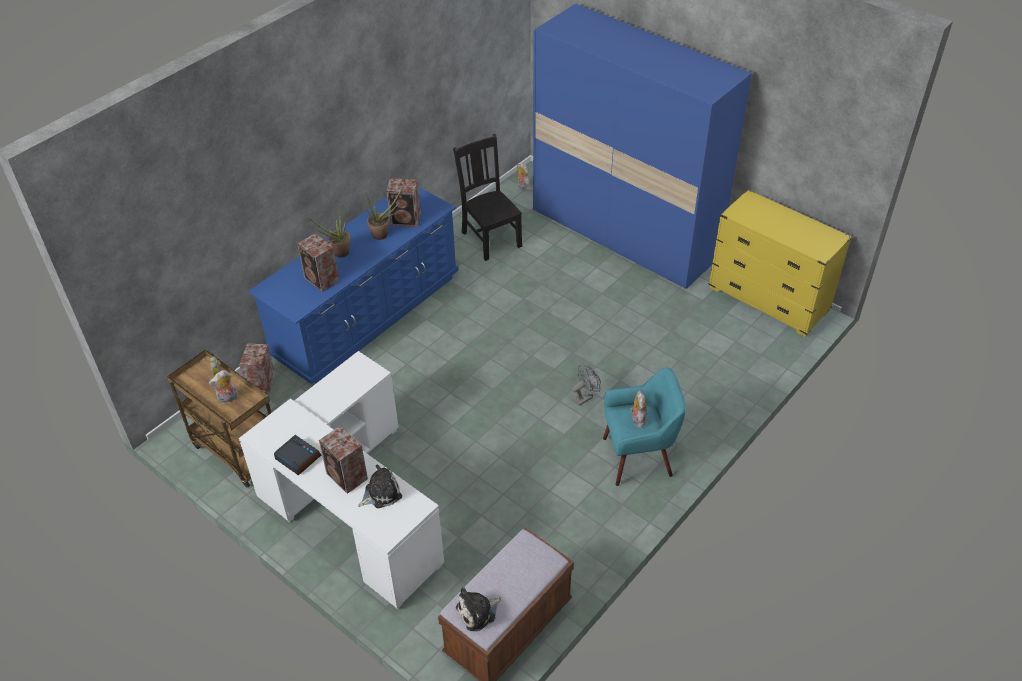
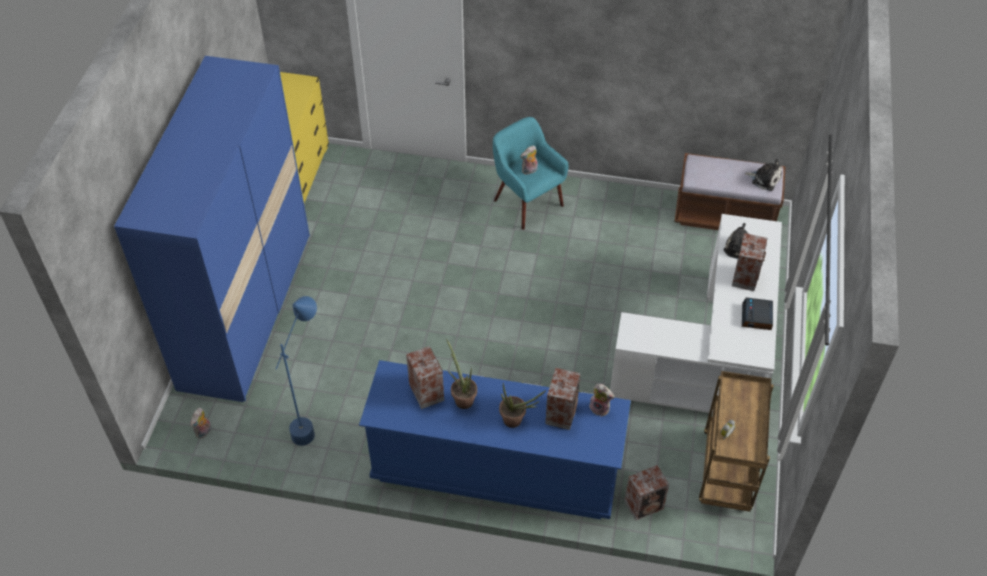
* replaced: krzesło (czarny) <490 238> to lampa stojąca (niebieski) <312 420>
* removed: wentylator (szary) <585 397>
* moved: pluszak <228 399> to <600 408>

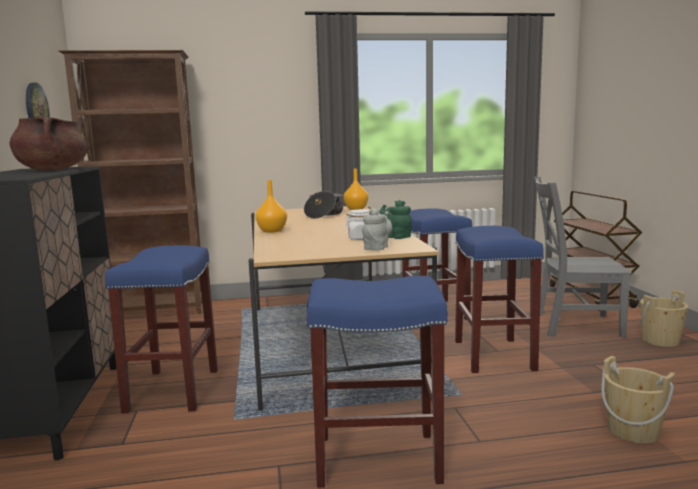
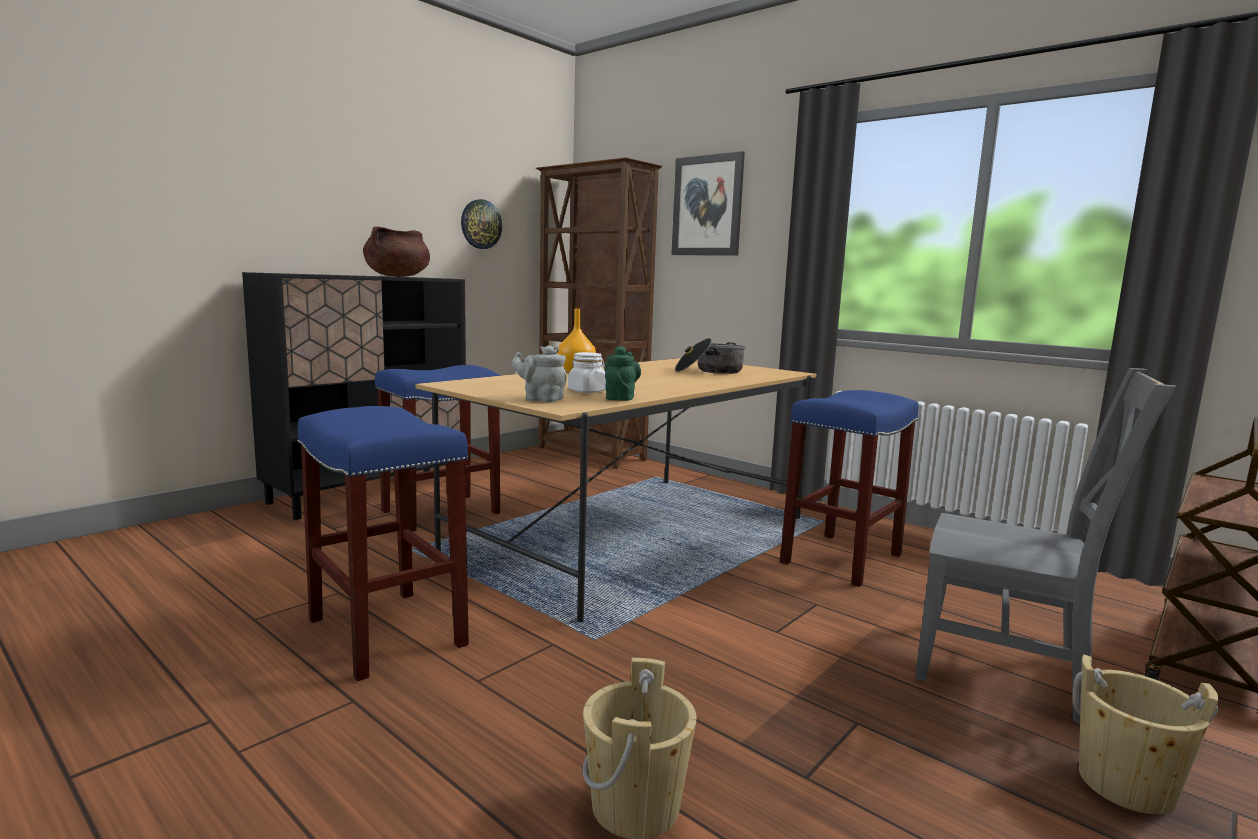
* removed: wazon (pomarańczowy) <355 209>
* turned: krzesło (szary) <573 325> = <1009 671> 150 degrees clockwise
* turned: imbryk (szary) <377 248> = <541 399> 150 degrees counterclockwise
* removed: stołek (niebieski) <494 355>
* added: obraz <707 206>

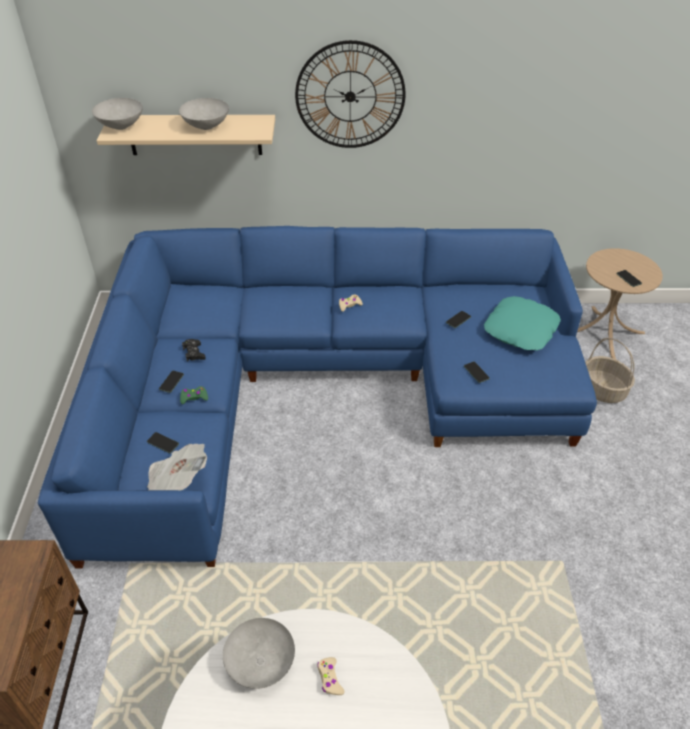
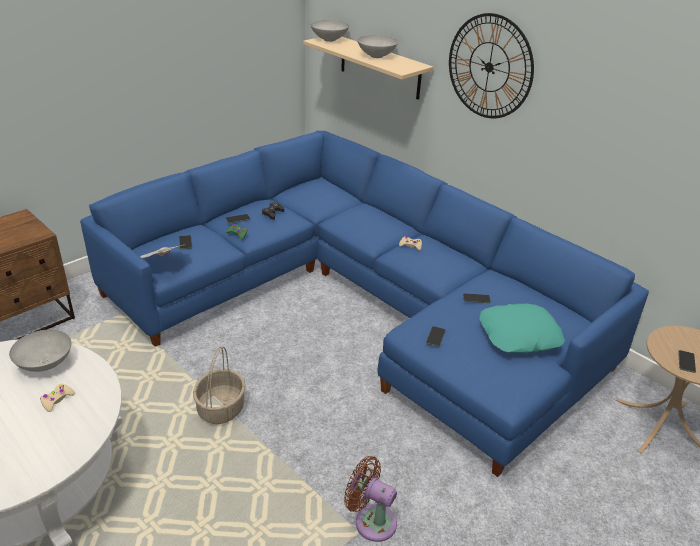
* moved: koszyk <602 390> to <220 408>
* added: wentylator (brązowy) <371 520>

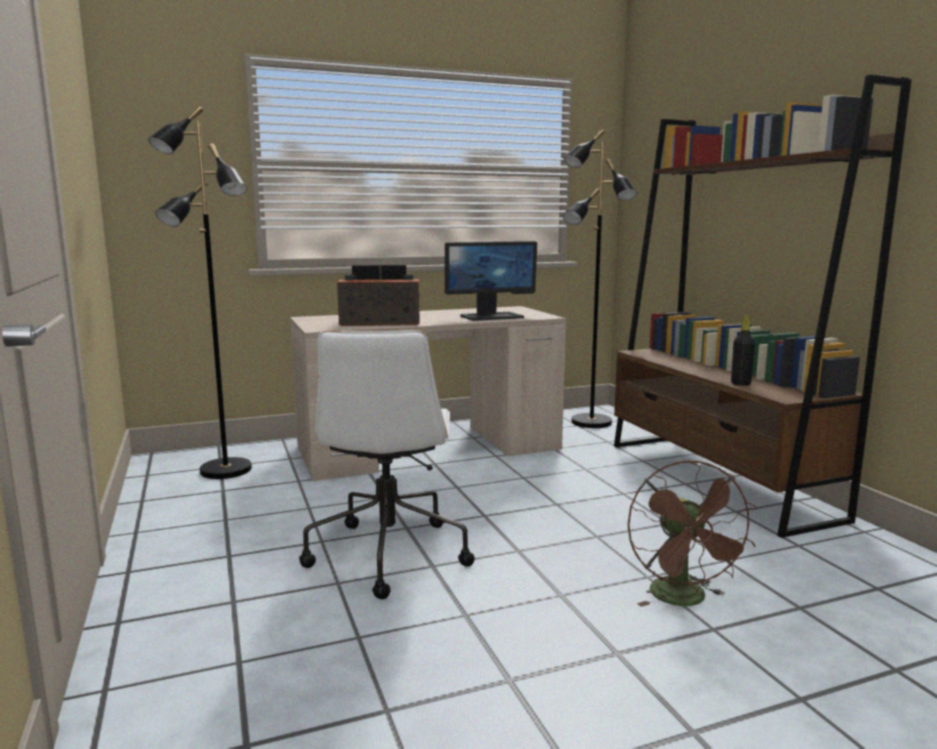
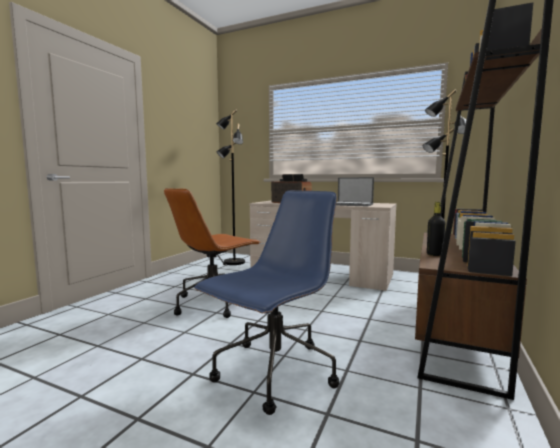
* replaced: monitor <491 316> to laptop <352 204>
* recoloured: krzesło biurowe (biały) <388 553> to krzesło biurowe (brązowy) <214 303>
* replaced: wentylator (brązowy) <684 600> to krzesło biurowe (niebieski) <274 373>

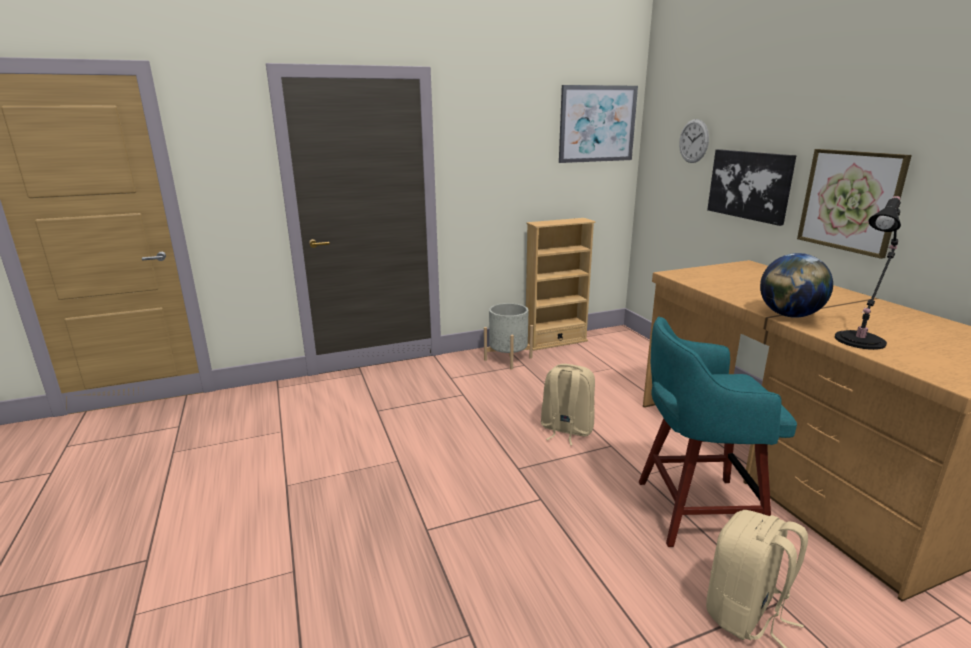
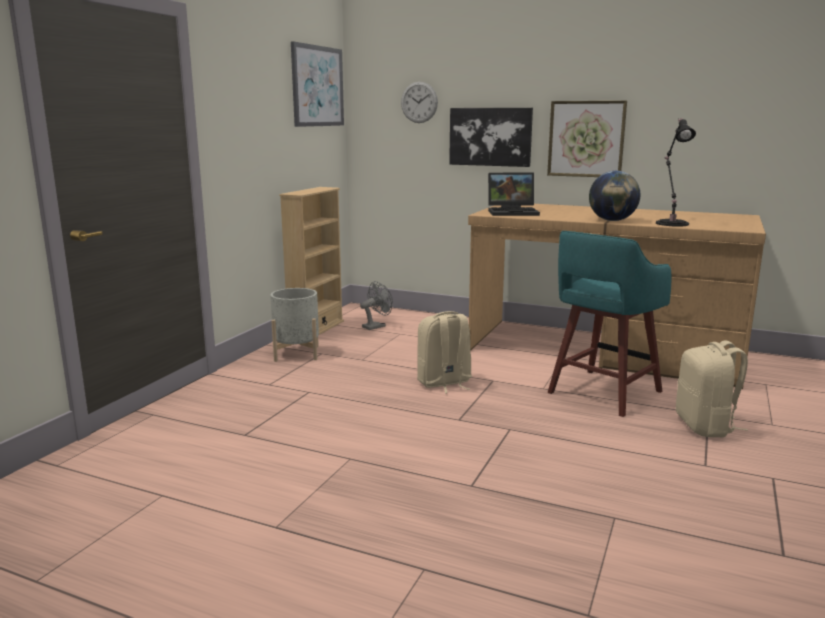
* added: laptop <513 212>
* added: wentylator (szary) <376 326>

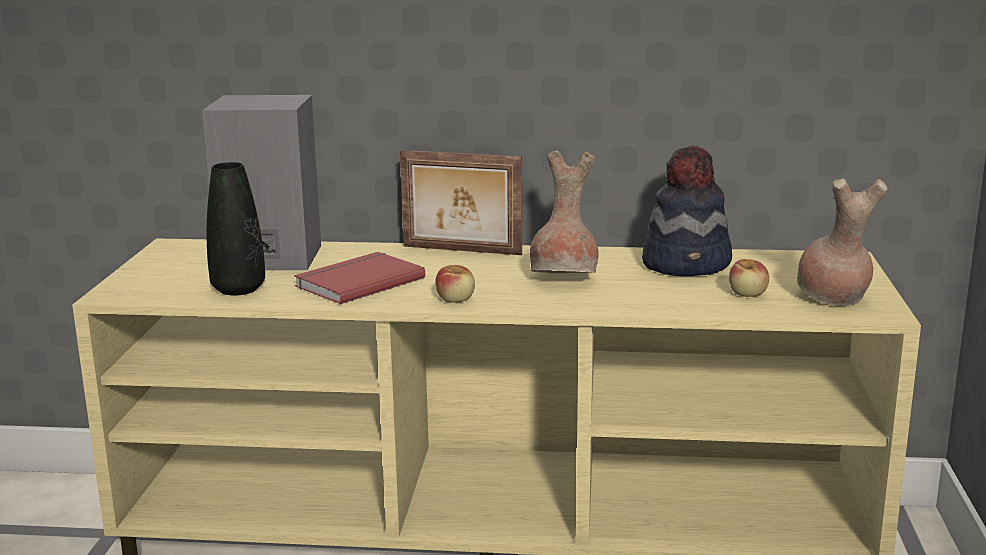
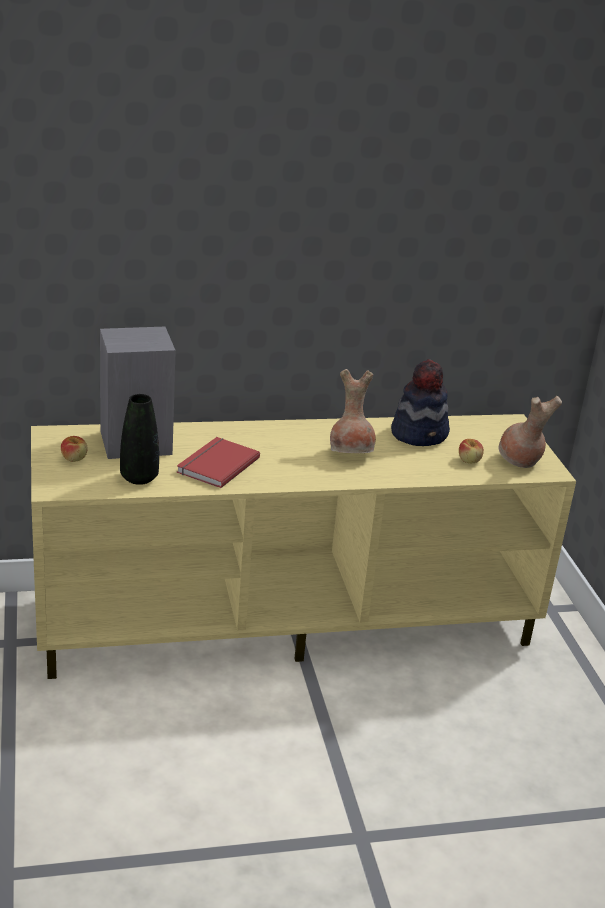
* removed: ramka na zdjęcie <461 251>
* moved: jabłko <456 299> to <74 458>

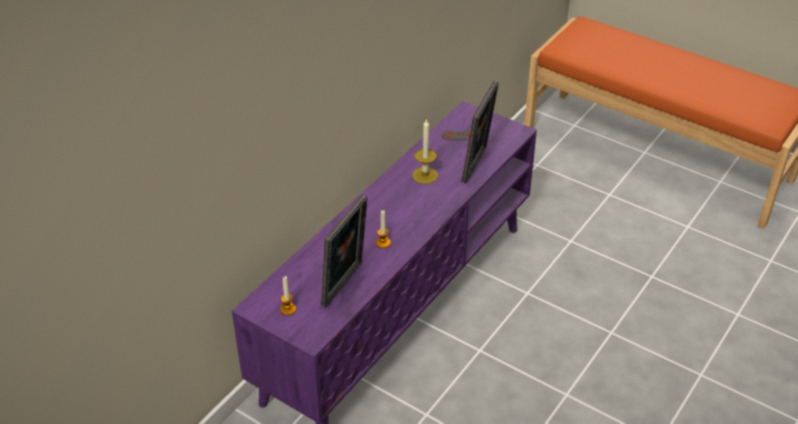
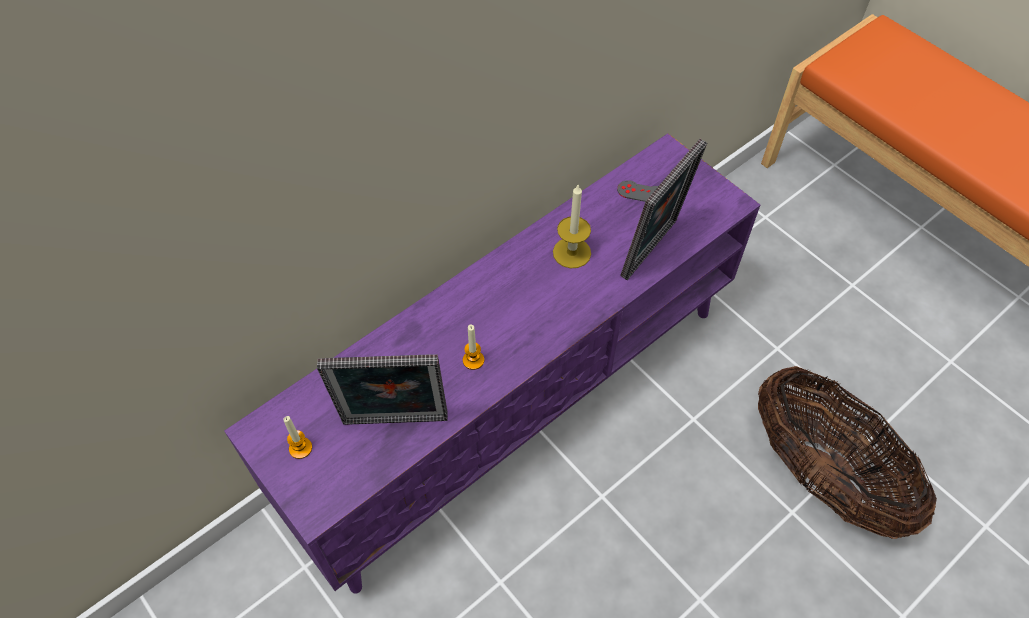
* turned: ramka na zdjęcie <345 285> = <395 425> 45 degrees clockwise
* added: koszyk <823 476>

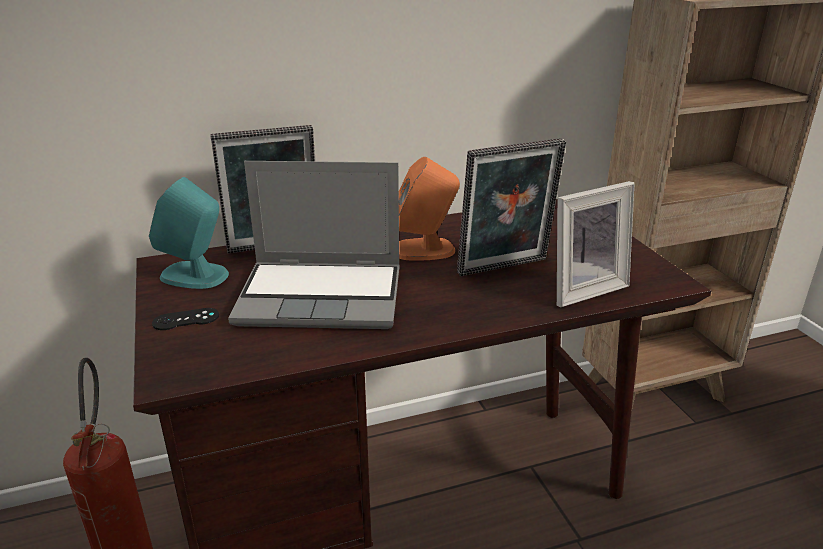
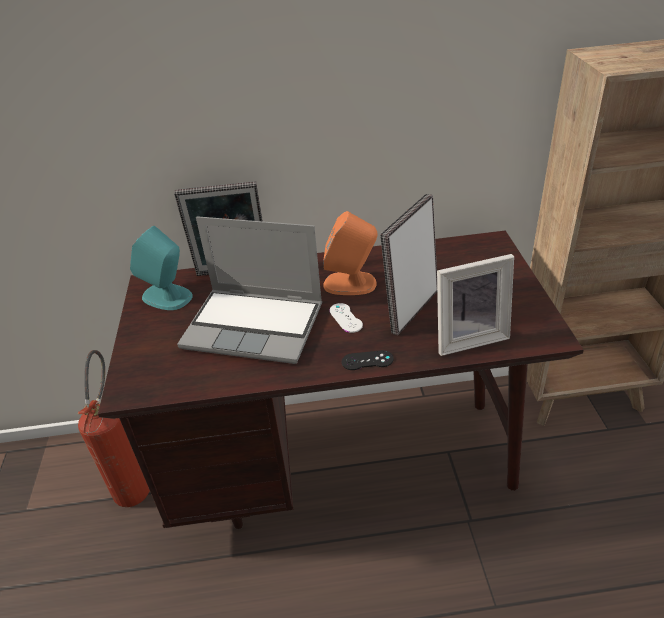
* turned: ramka na zdjęcie <505 268> = <410 309> 135 degrees clockwise
* moved: pad do gier (czarny) <186 319> to <367 360>
* added: pad do gier (biały) <345 318>

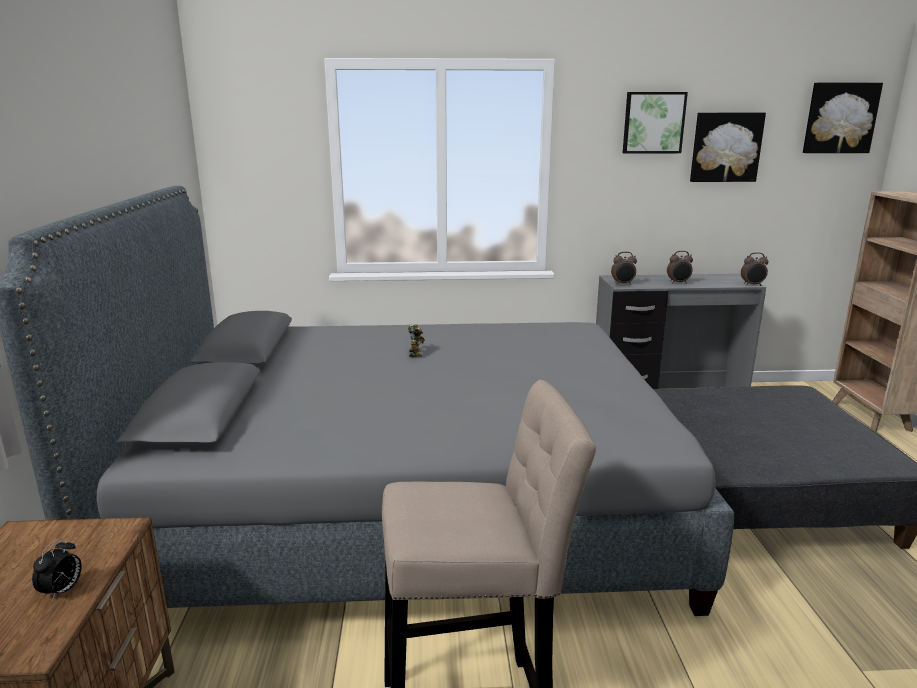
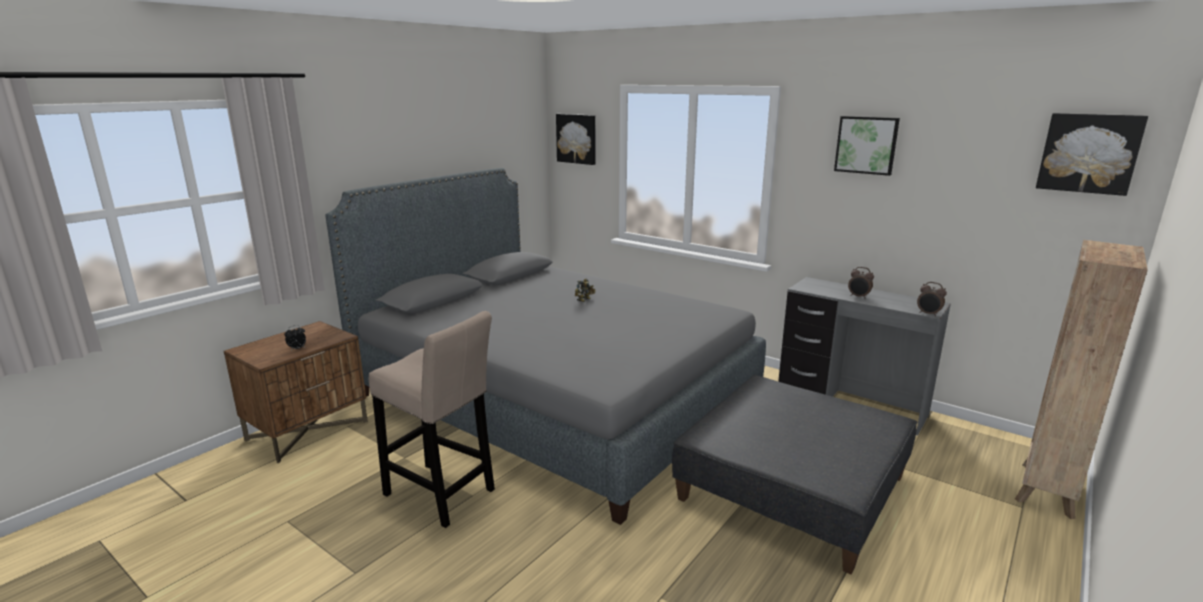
* moved: obraz <725 147> to <577 138>
* removed: budzik <622 284>

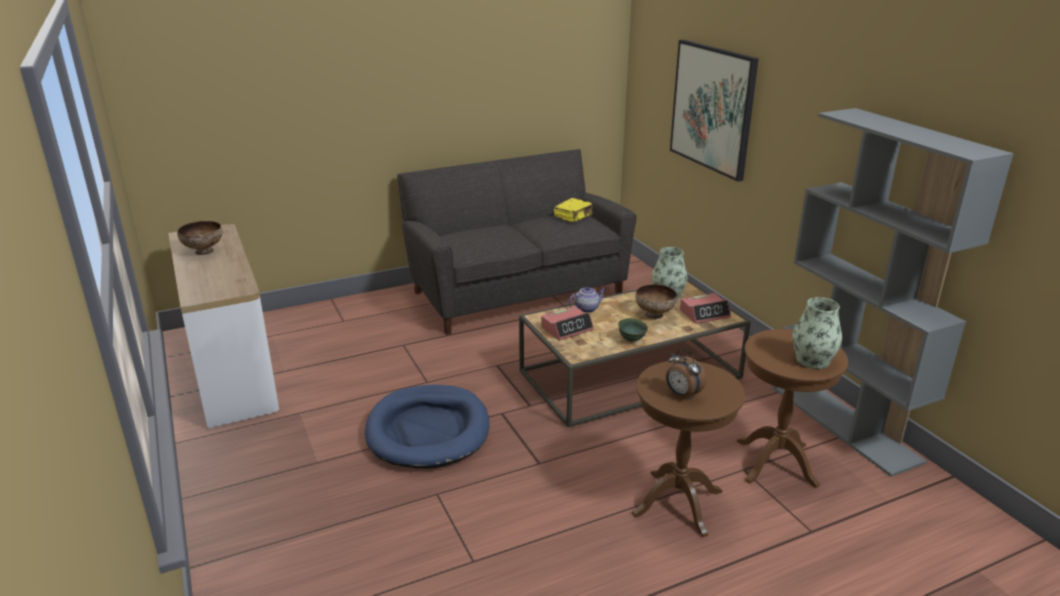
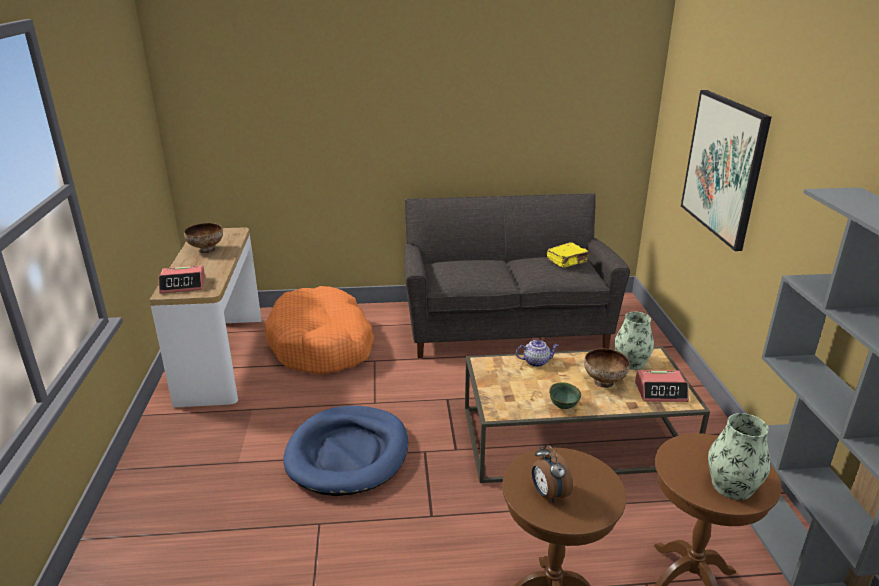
* moved: budzik <567 329> to <183 285>
* added: legowisko (pomarańczowy) <322 345>

